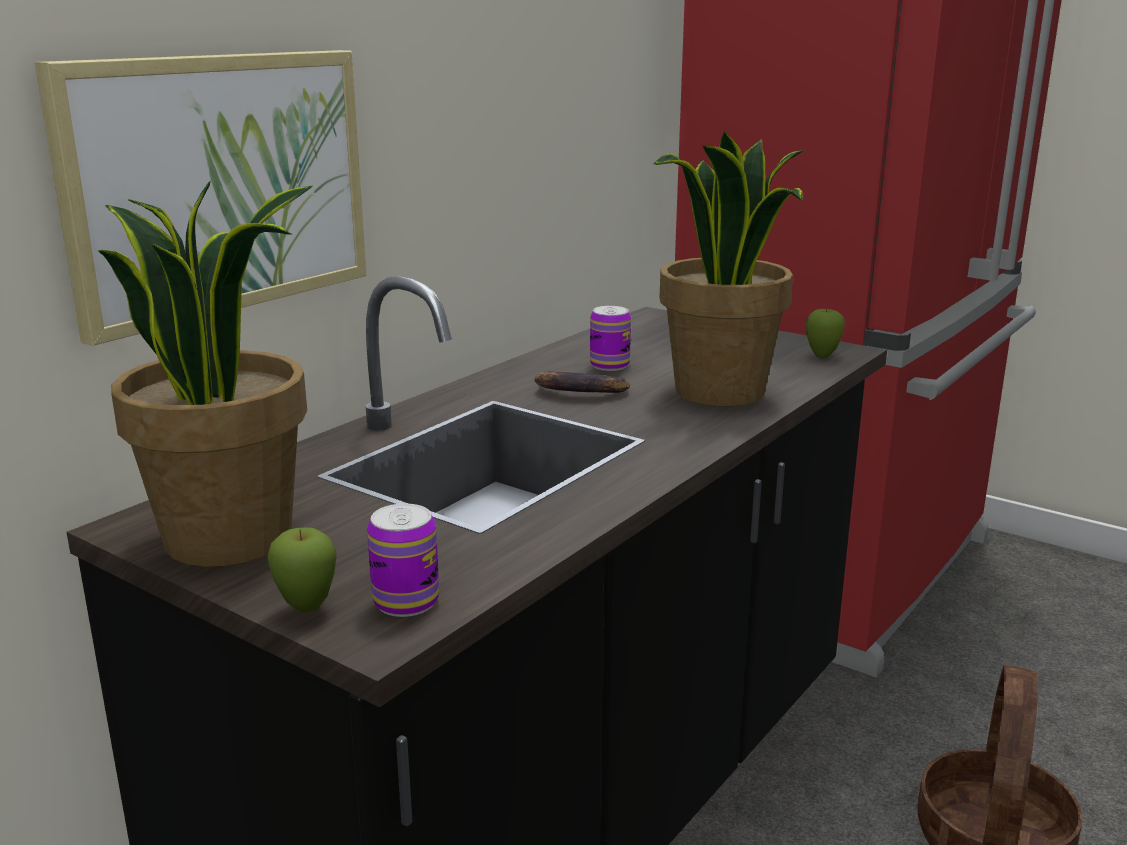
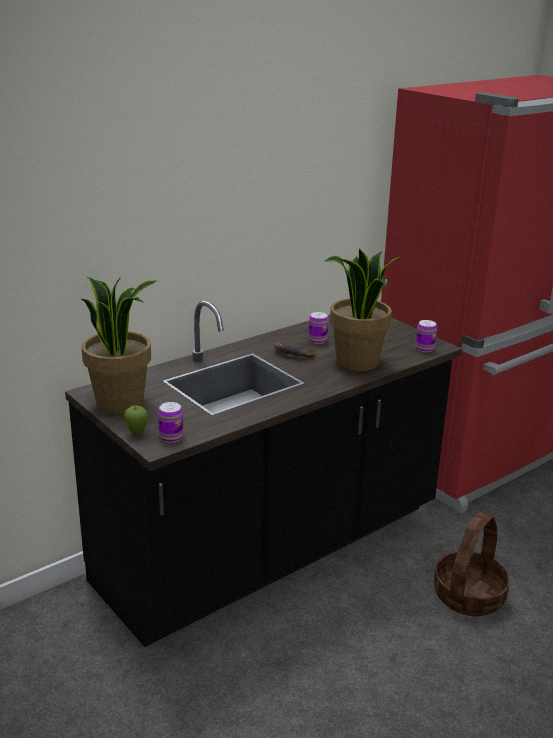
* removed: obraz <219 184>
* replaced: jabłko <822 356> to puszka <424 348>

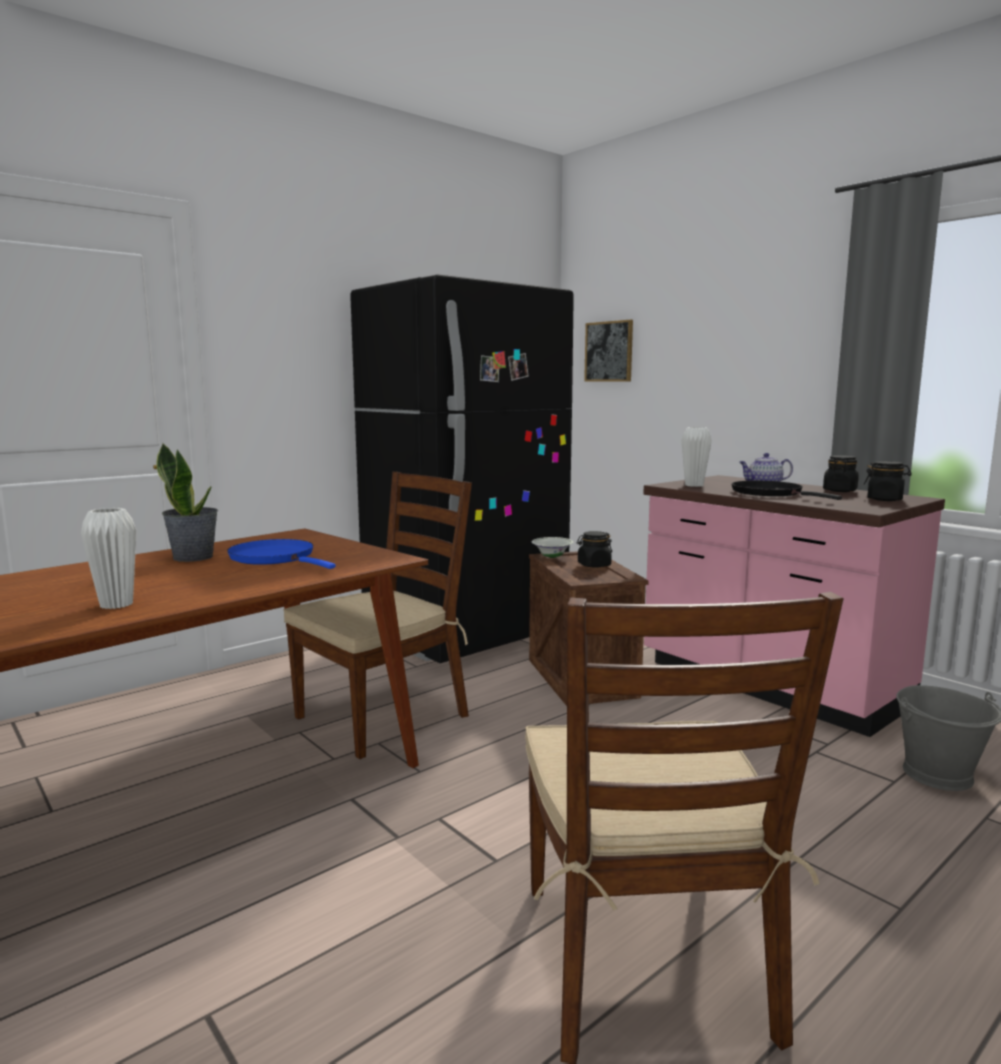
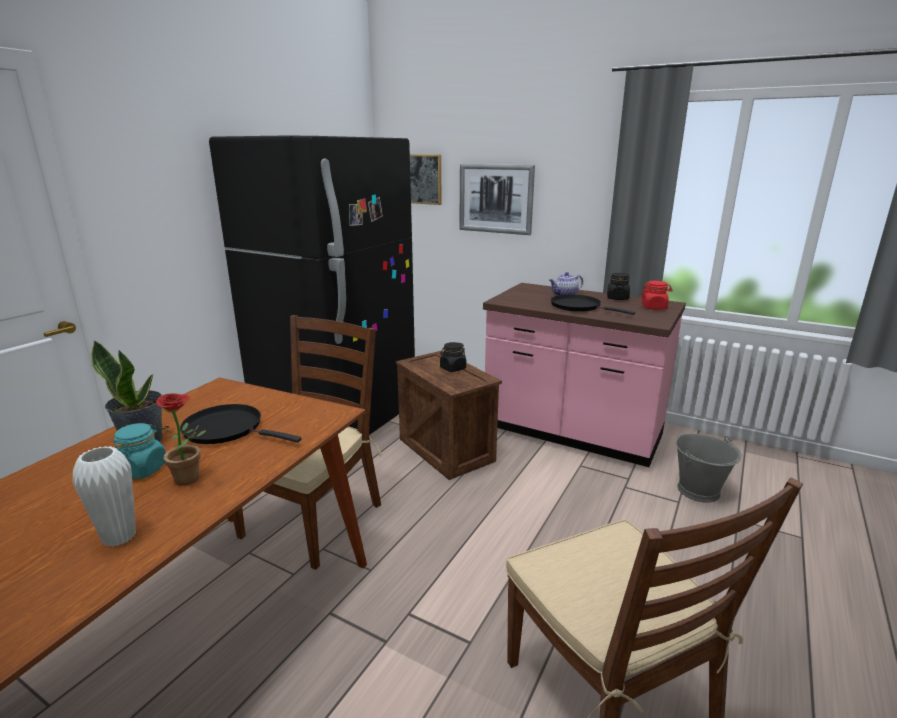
* removed: wazon (biały) <694 485>
* recoloured: słoik (czarny) <885 499> to słoik (czerwony) <654 307>
* removed: miska (biały) <552 557>
* recoloured: patelnia (niebieski) <276 558> to patelnia (czarny) <228 429>
* added: obraz <496 199>
* added: roślina doniczkowa <192 479>
* added: słoik (turkusowy) <142 469>

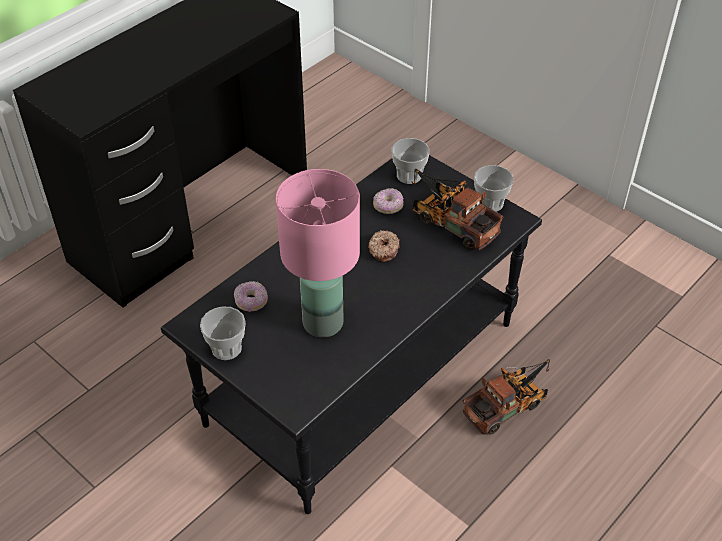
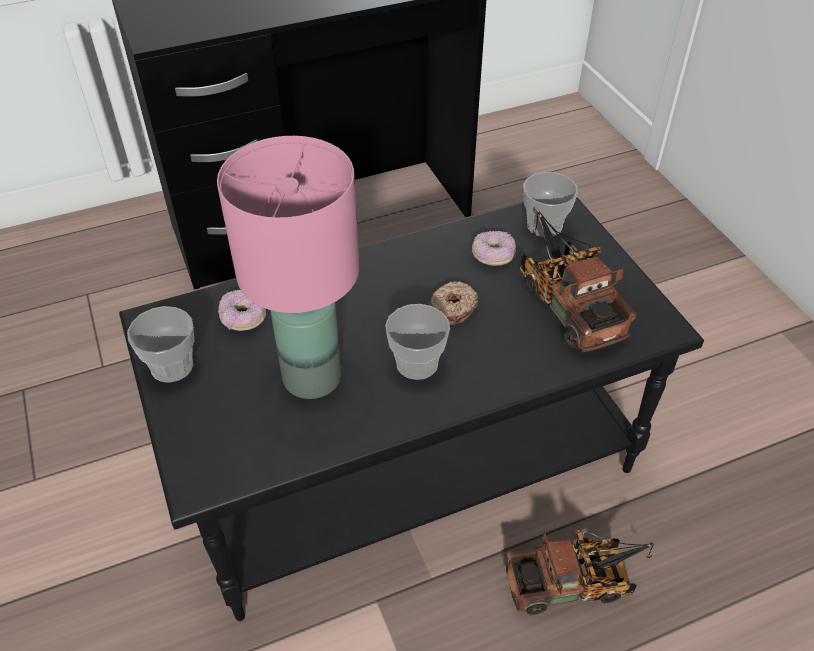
* moved: filiżanka <490 203> to <417 363>

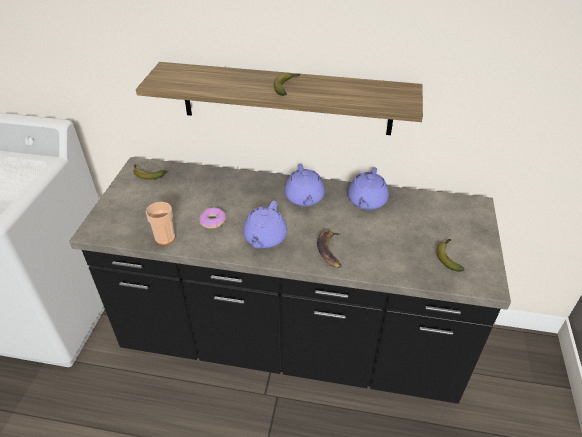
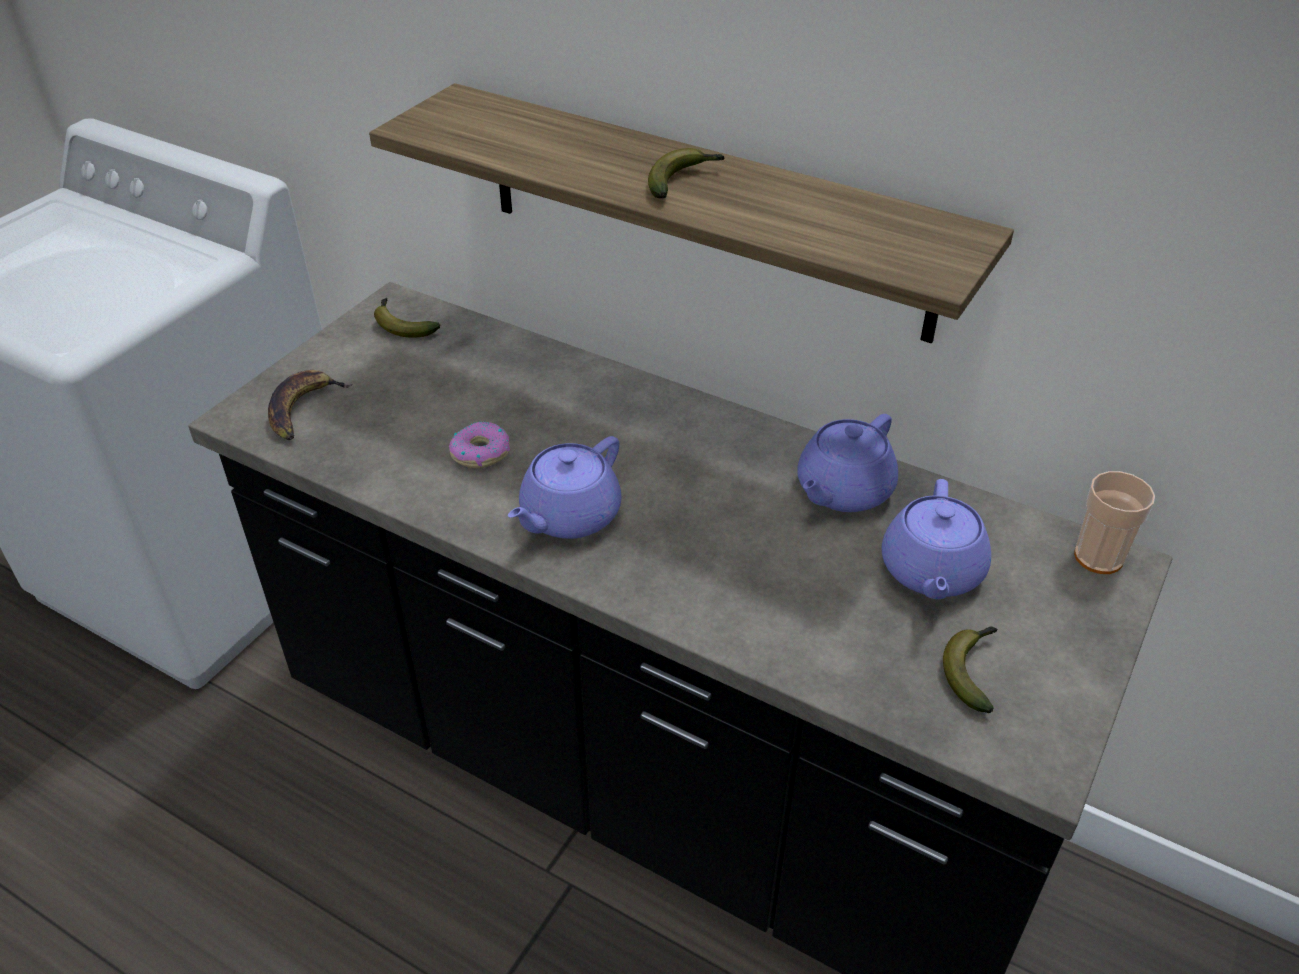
* moved: imbryk (fioletowy) <304 198> to <931 572>
* moved: filiżanka <165 238> to <1098 557>
* moved: banan <329 250> to <303 409>

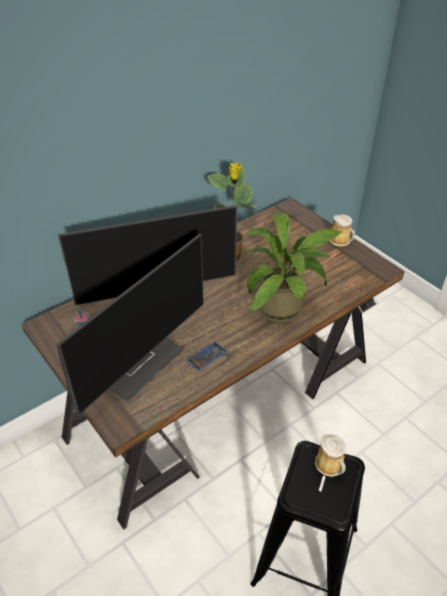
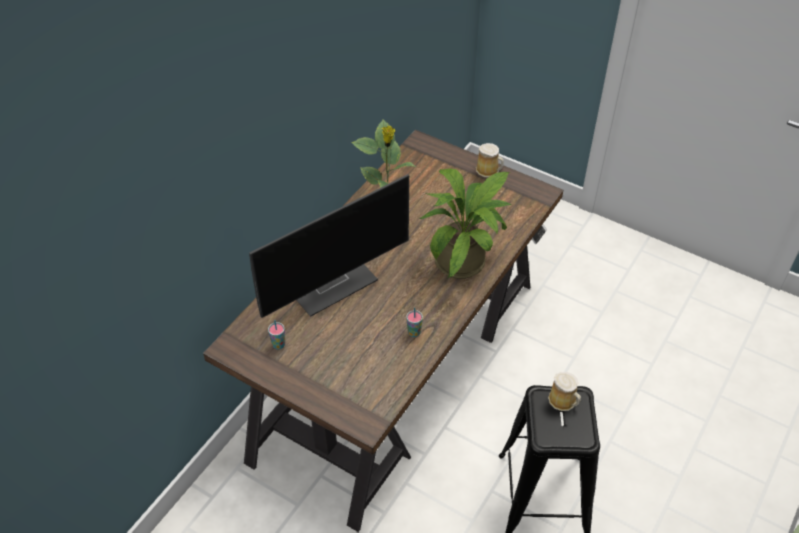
* removed: monitor <138 362>
* replaced: telefon <207 356> to filiżanka <414 332>

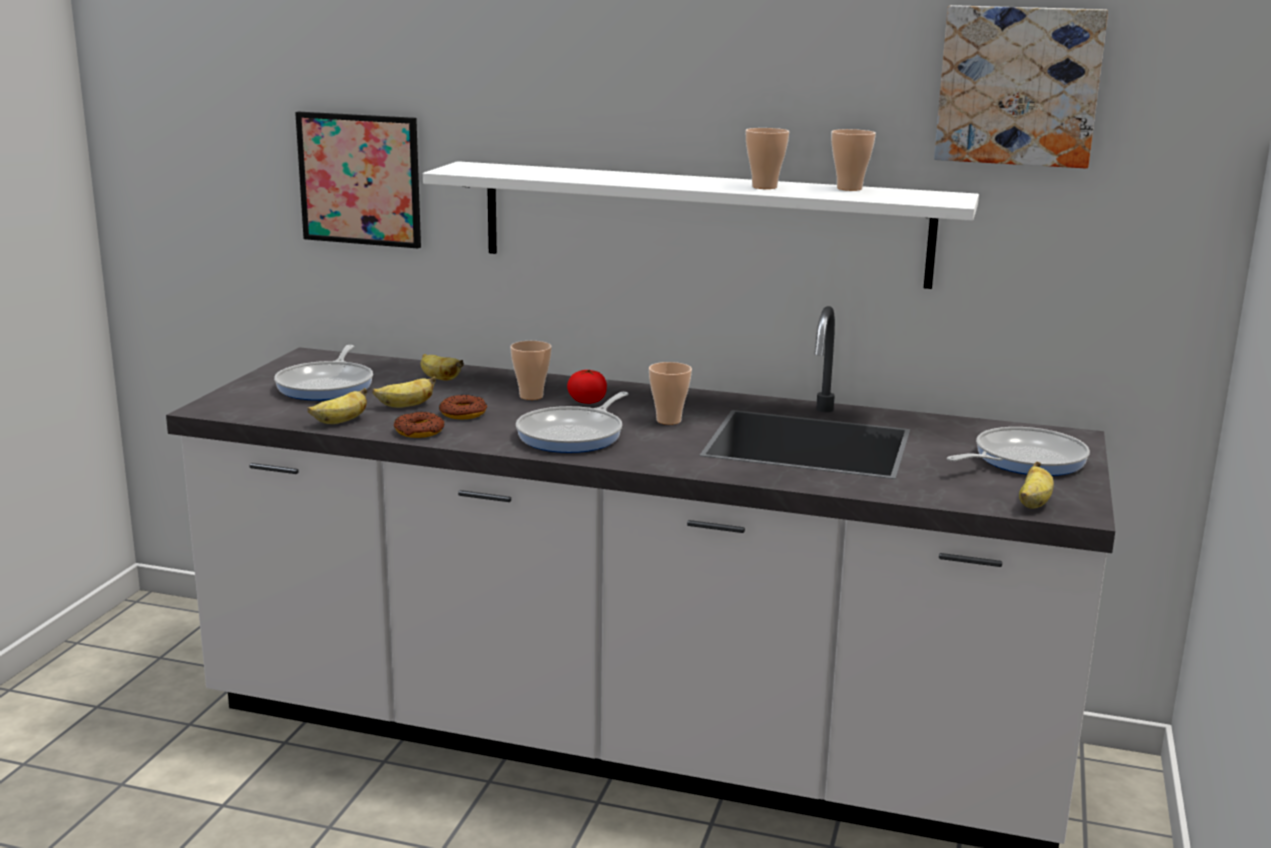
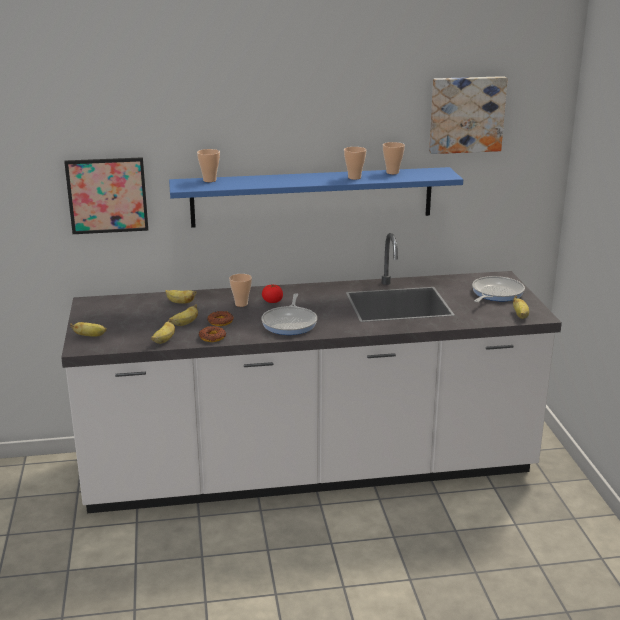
* recoloured: półka (biały) <702 223> to półka (niebieski) <312 197>
* removed: patelnia <327 386>
* moved: filiżanka <668 420> to <209 180>
* added: banan <90 336>

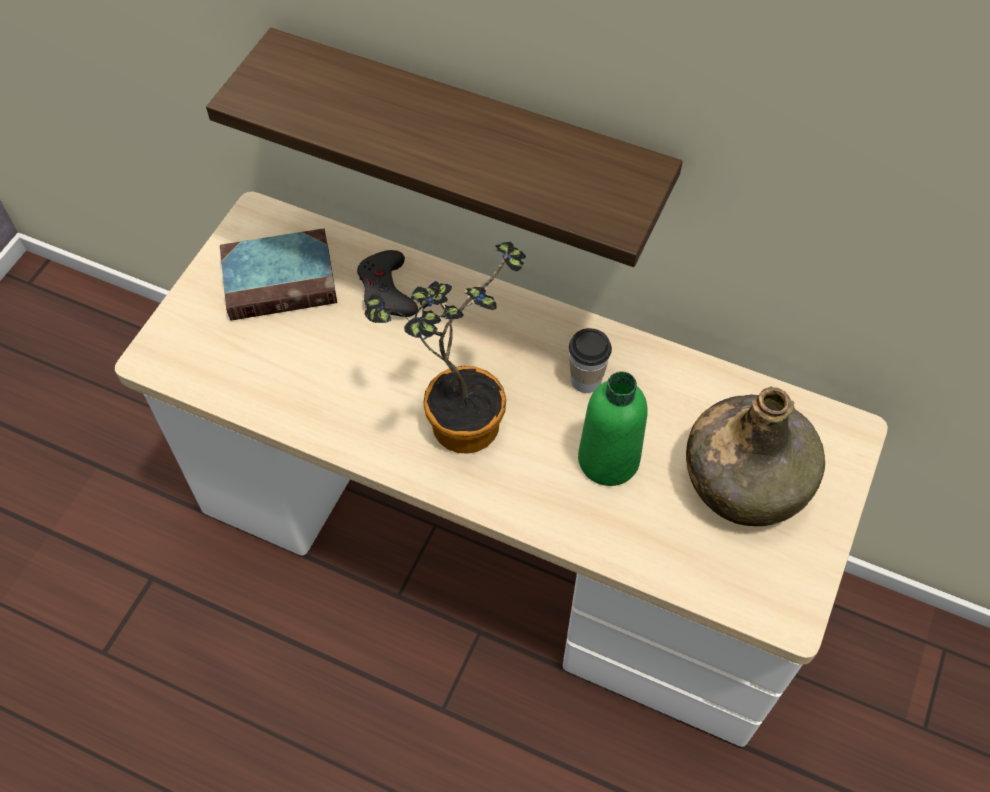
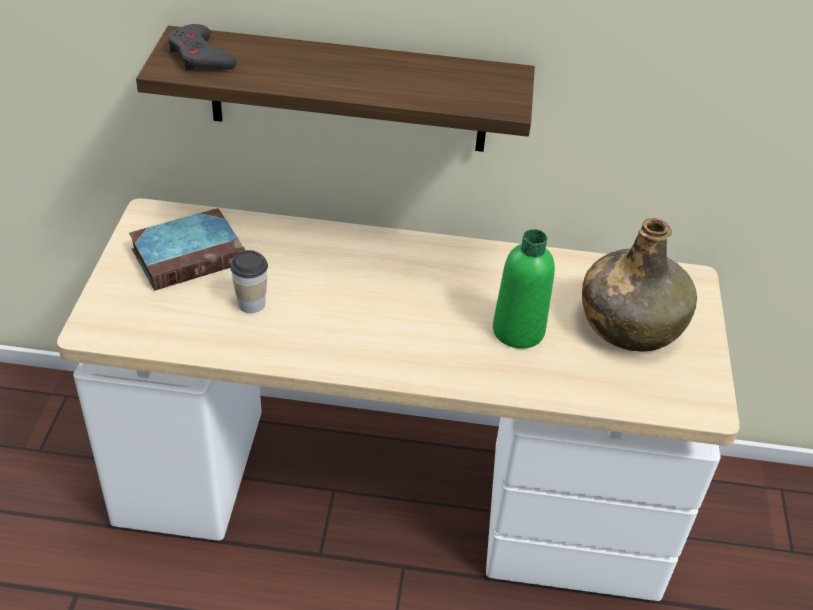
* removed: roślina doniczkowa <456 420>
* moved: pad do gier (szary) <387 290> to <200 56>
* moved: filiżanka <586 379> to <251 303>

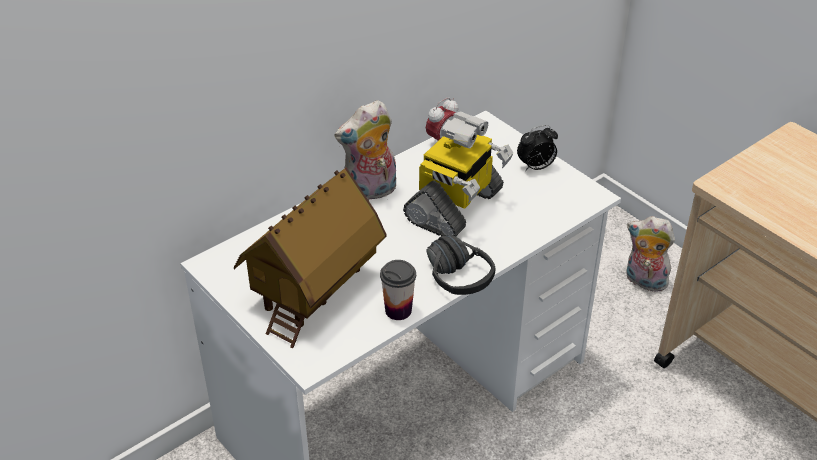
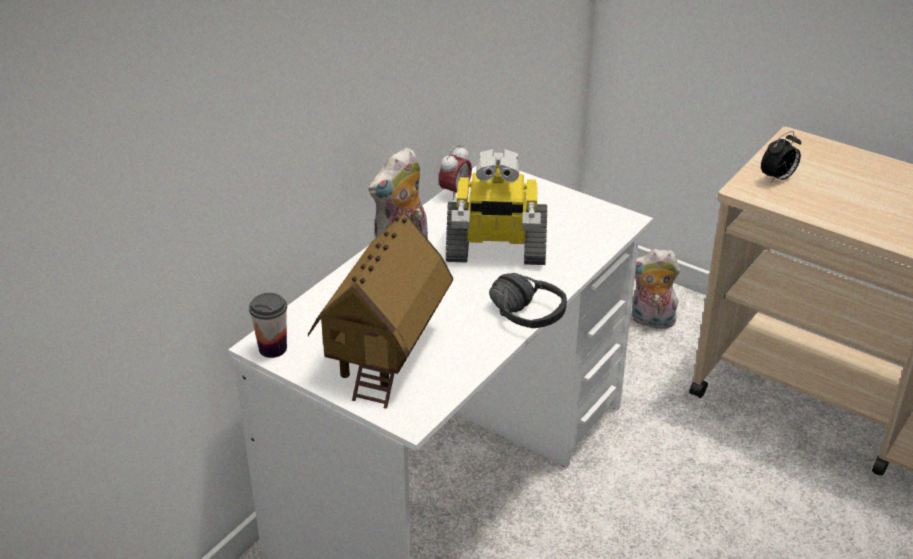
* turned: robot zabawkowy <455 207> = <495 251> 75 degrees clockwise
* moved: budzik <536 167> to <777 178>
* moved: filiżanka <398 310> to <273 348>

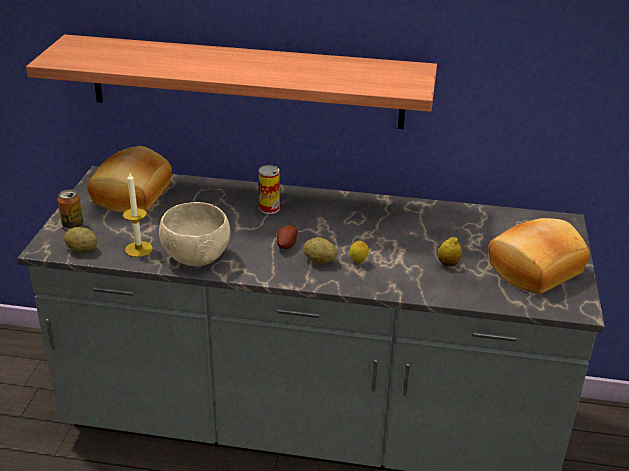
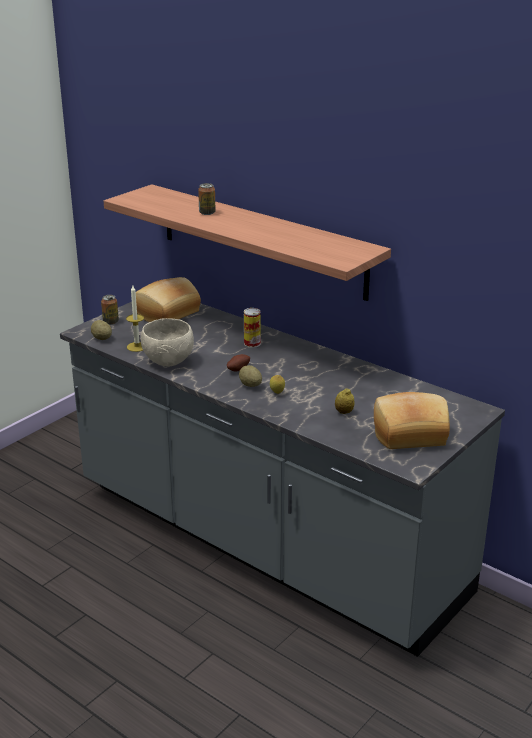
* added: puszka <207 213>

